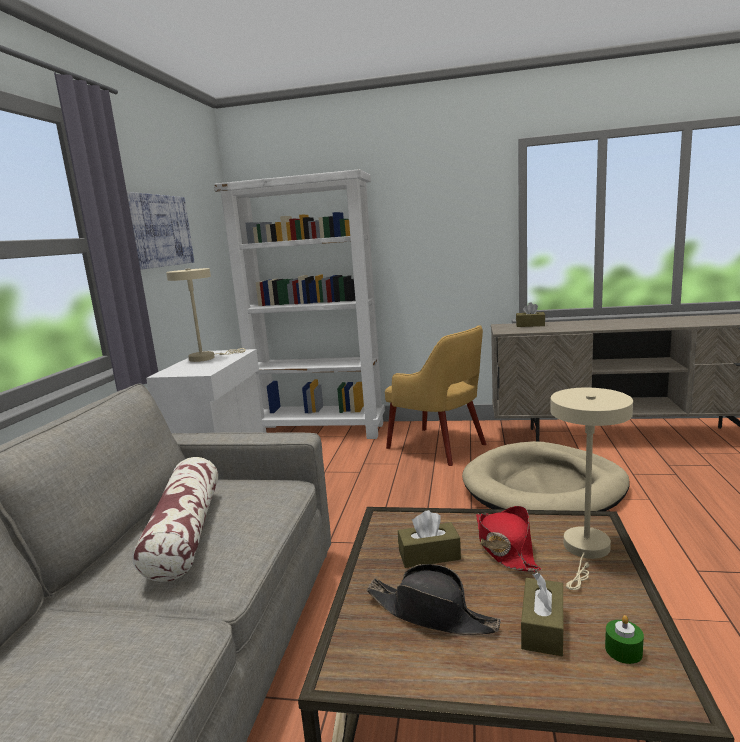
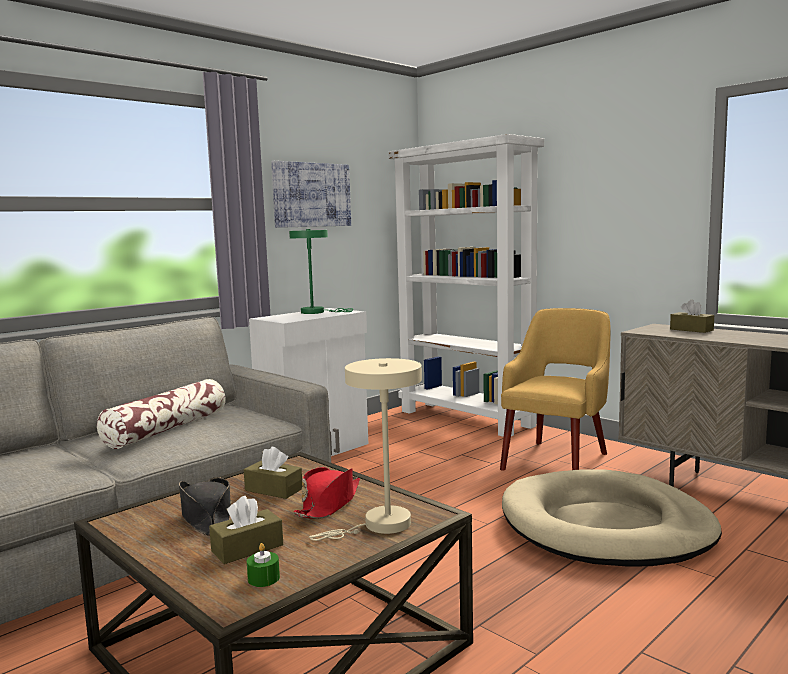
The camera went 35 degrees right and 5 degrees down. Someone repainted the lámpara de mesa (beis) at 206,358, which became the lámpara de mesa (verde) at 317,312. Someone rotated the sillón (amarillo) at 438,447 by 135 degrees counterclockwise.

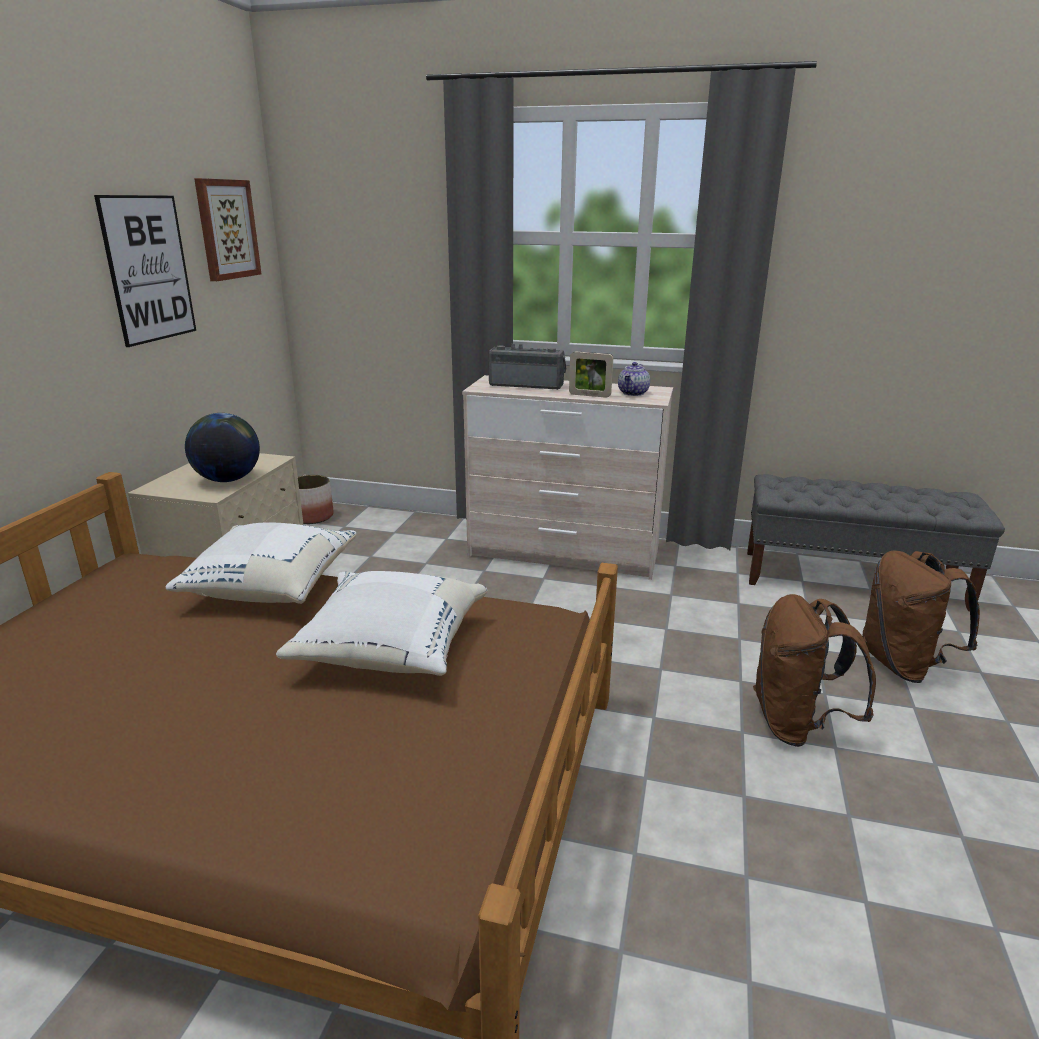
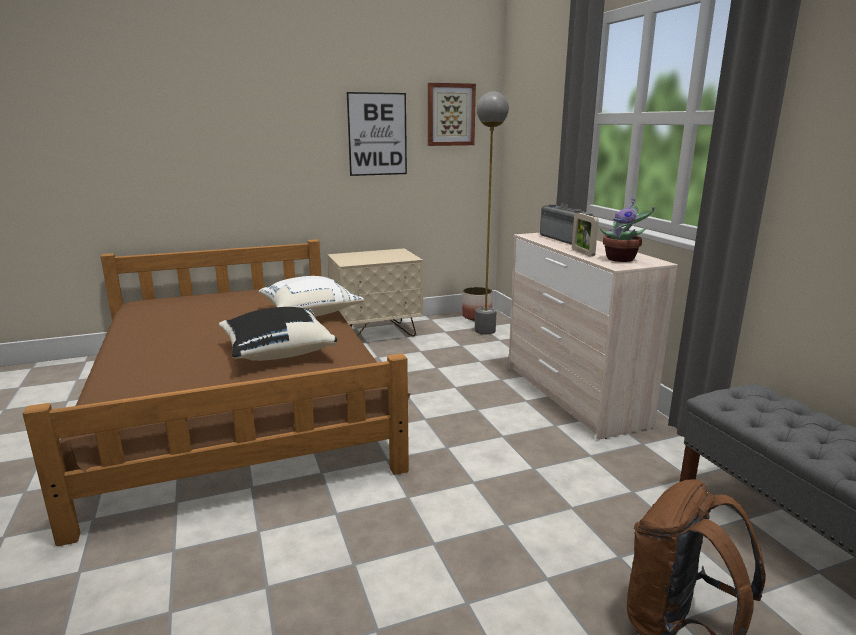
The camera went 55 degrees right and 5 degrees down. Someone took away the globo terráqueo at 228,479. Someone repainted the cojín (blanco) at 389,649, which became the cojín (negro) at 277,352. Someone swapped the tetera at 633,393 for the planta en maceta at 622,259. Someone took away the mochila (marrón) at 797,725. Someone put down the lámpara de pie (gris) at 485,331.

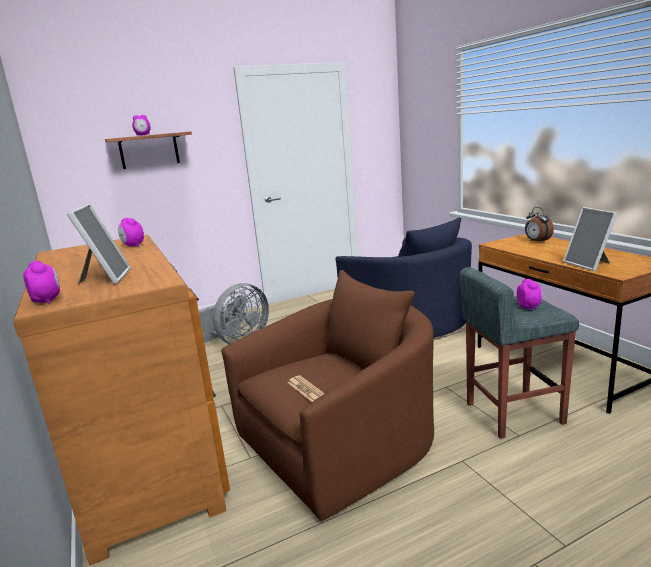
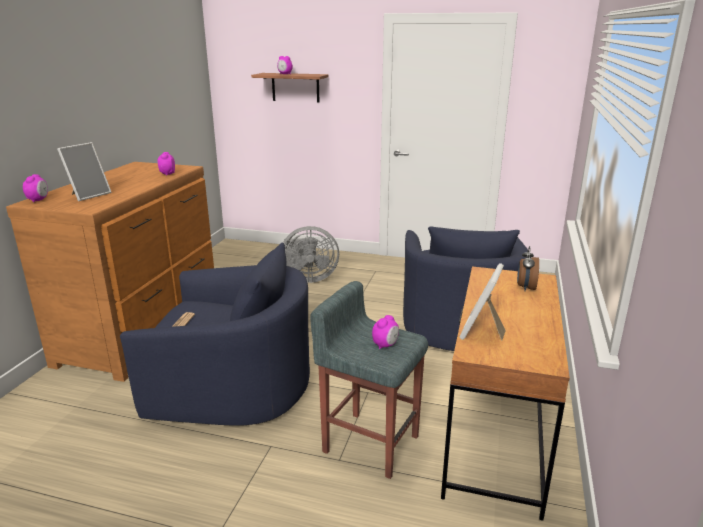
The camera went 40 degrees right and 5 degrees up. Someone repainted the sillón (marrón) at 342,444, which became the sillón (azul) at 232,385.

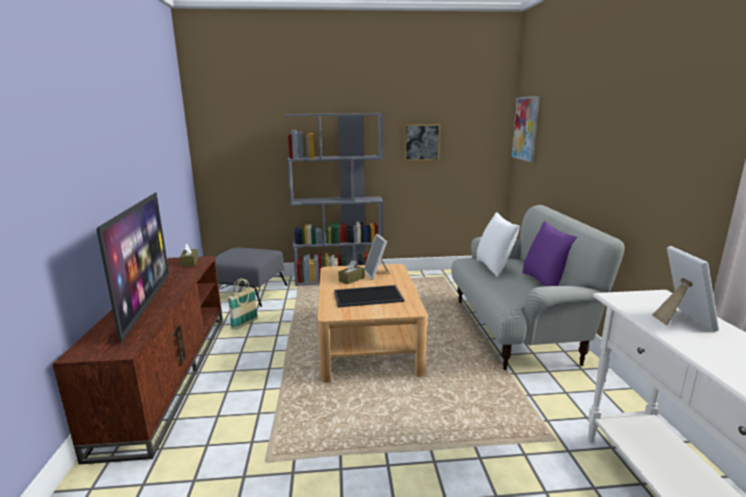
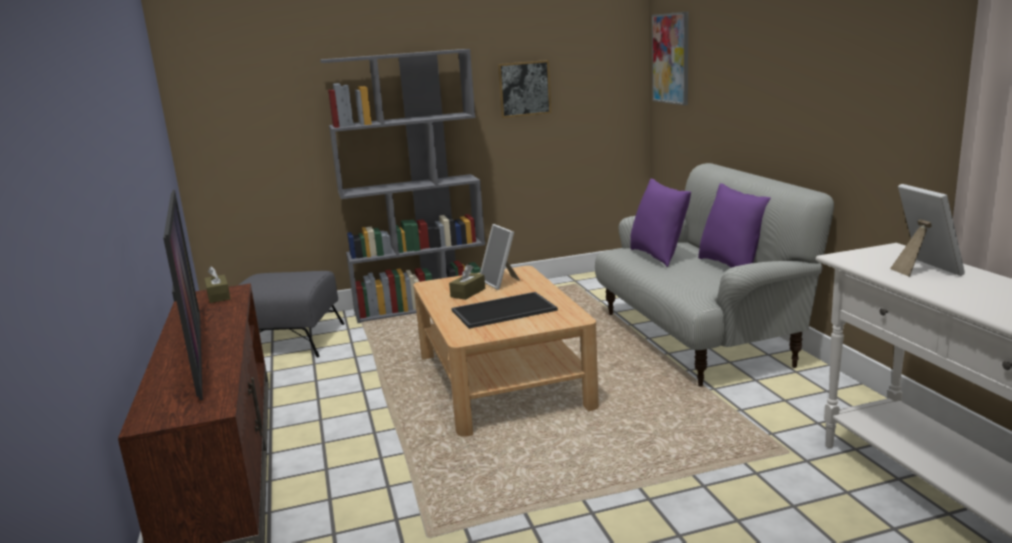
The camera went 10 degrees left and 0 degrees up. Someone took away the cesta at 245,324. Someone repainted the cojín (blanco) at 494,268, which became the cojín (morado) at 658,256.

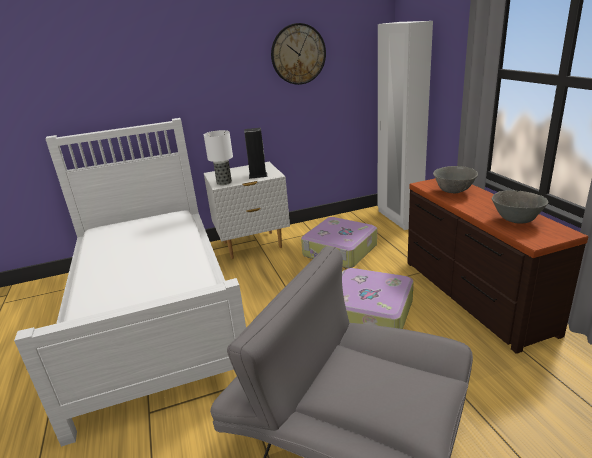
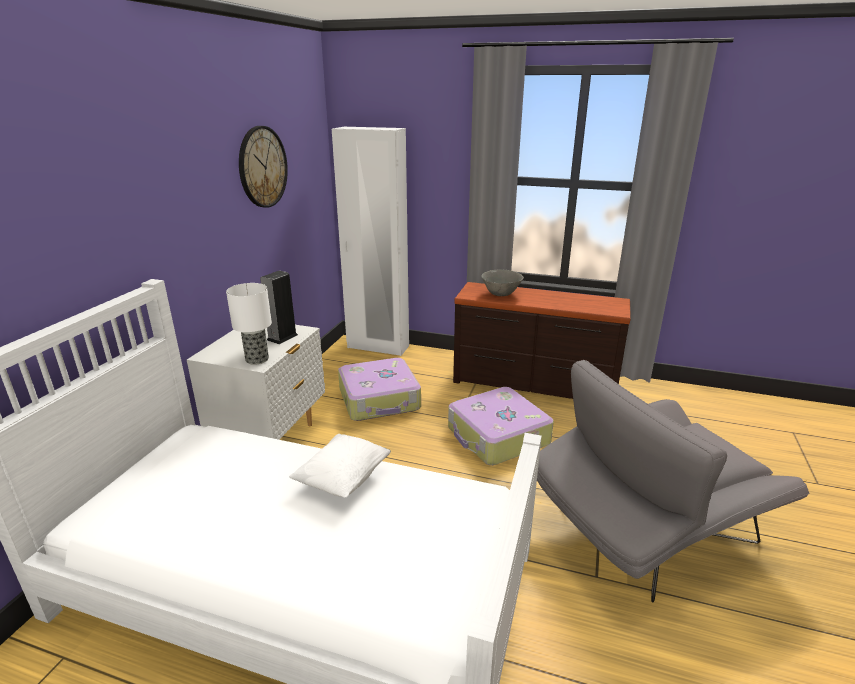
The camera went 55 degrees left and 0 degrees up. Someone took away the cuenco (gris) at 516,220. Someone put down the cojín (blanco) at 343,479.

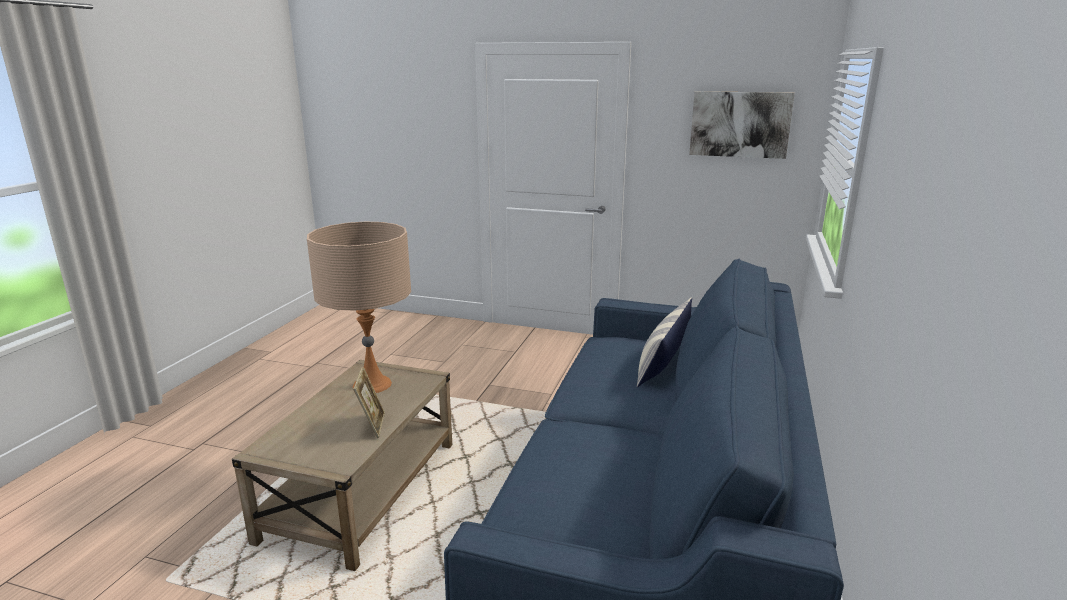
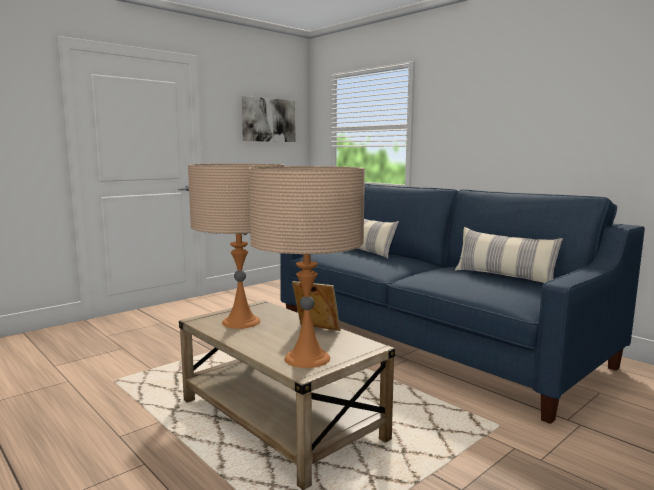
The camera went 60 degrees left and 10 degrees down. Someone put down the lámpara de mesa (beis) at 307,358. Someone put down the cojín at 504,276.

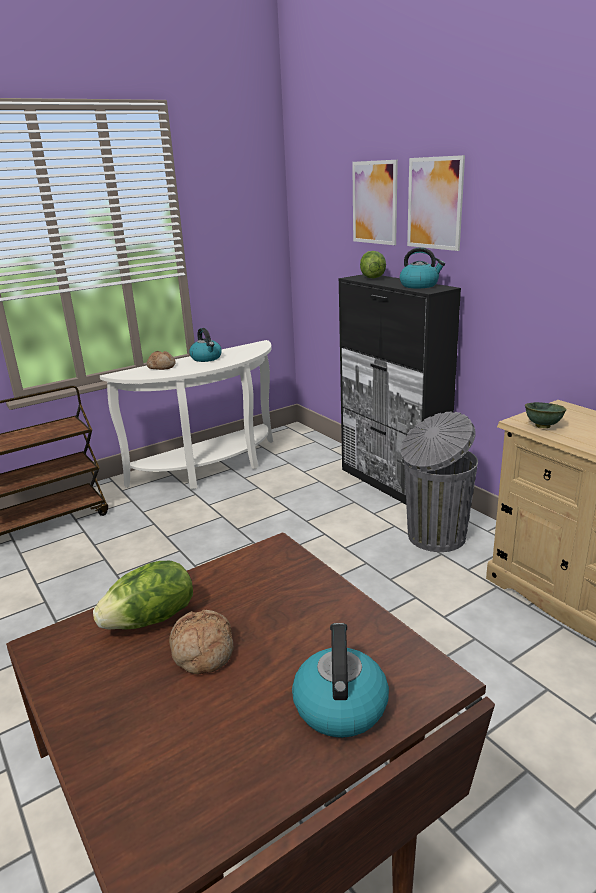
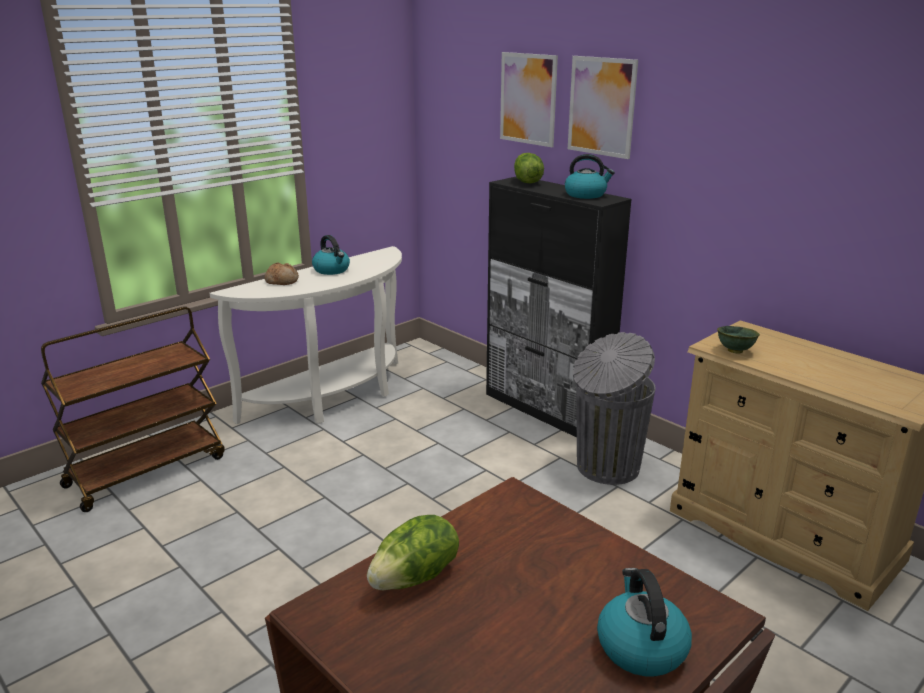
The camera went 10 degrees left and 0 degrees up. Someone took away the pan at 201,651.

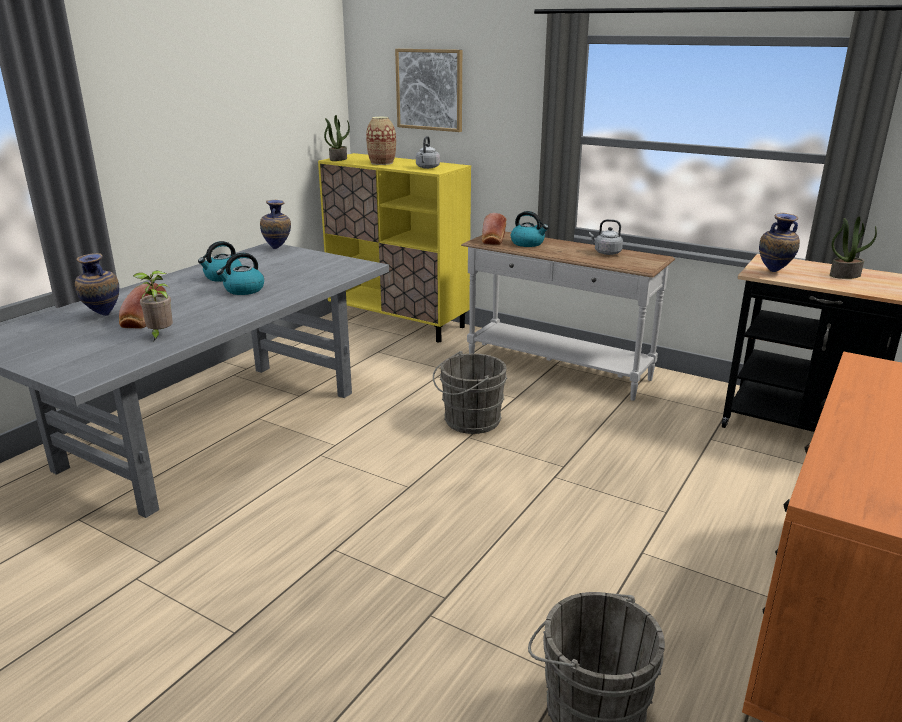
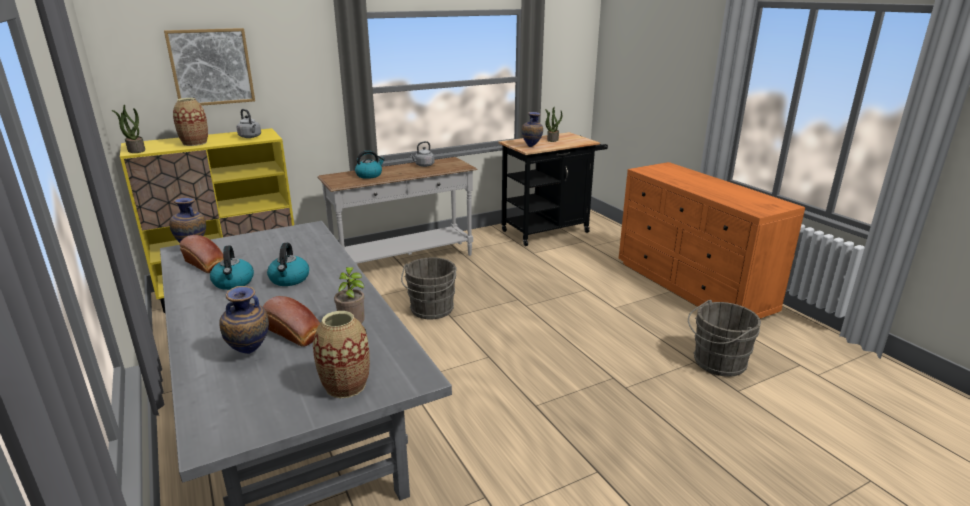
The camera went 60 degrees left and 0 degrees up. Someone carried the pan from 493,240 to 207,265. Someone put down the florero at 346,385.

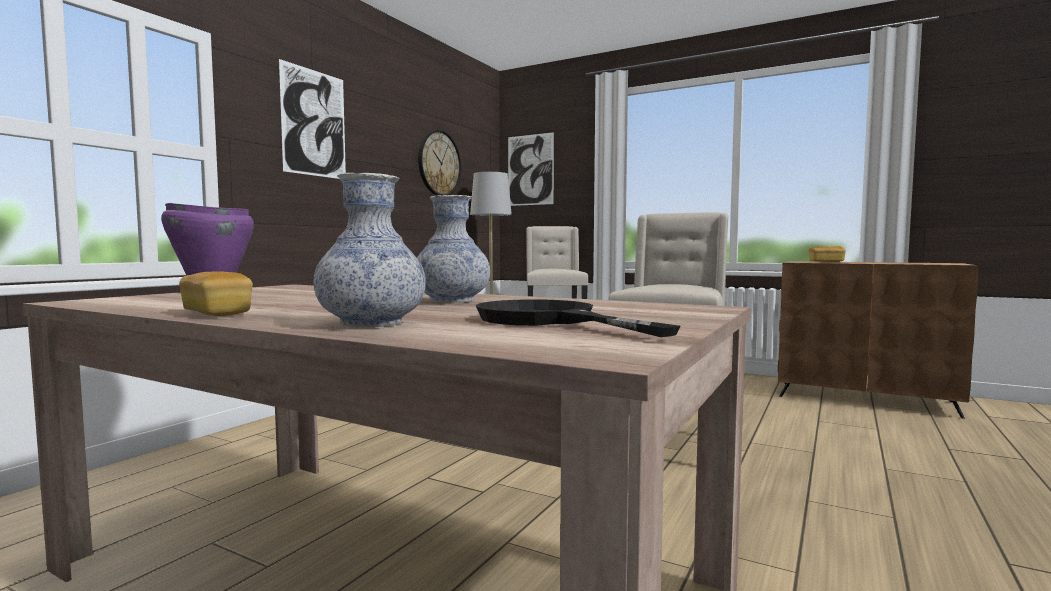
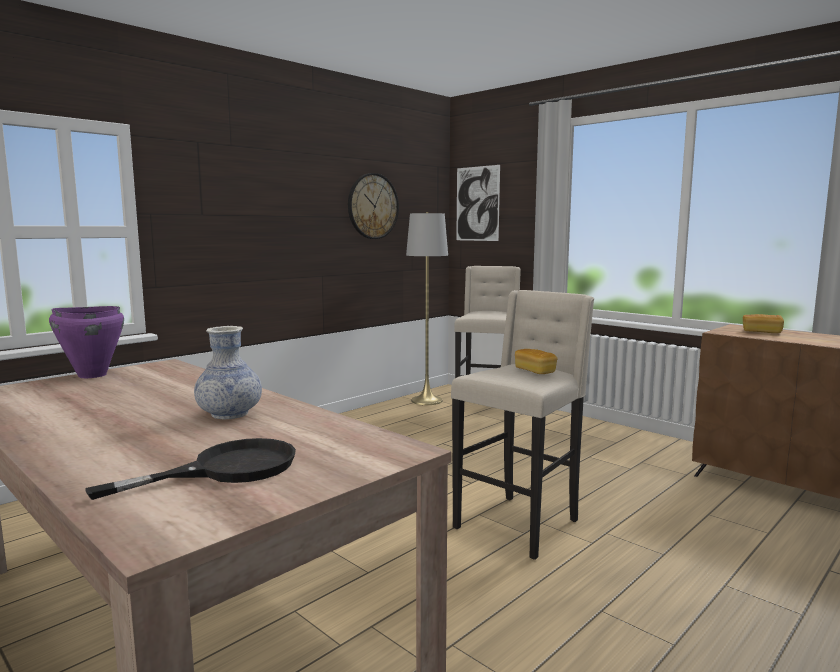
The camera went 15 degrees right and 5 degrees up. Someone carried the pan from 216,313 to 535,371. Someone took away the cuadro at 314,123. Someone took away the florero at 371,323. Someone rotated the sartén (negro) at 548,320 by 75 degrees clockwise.

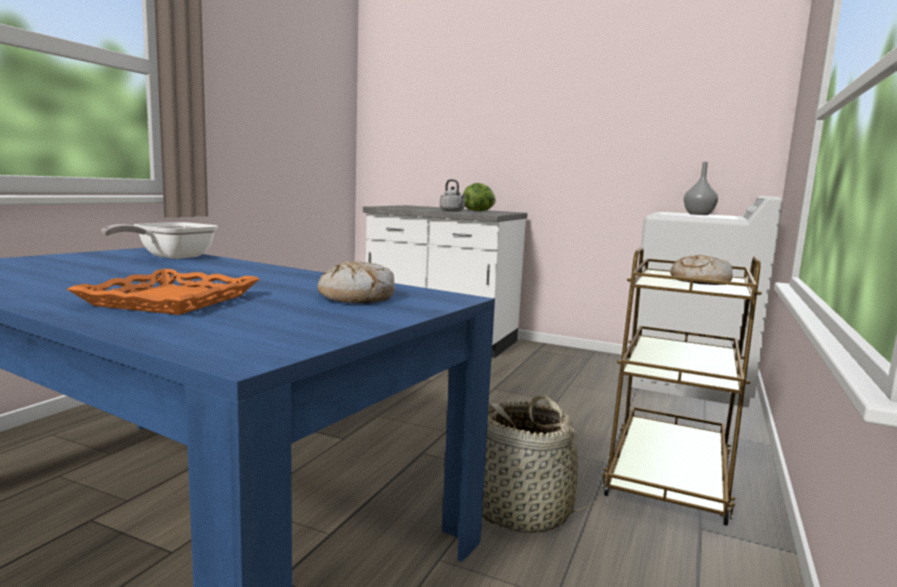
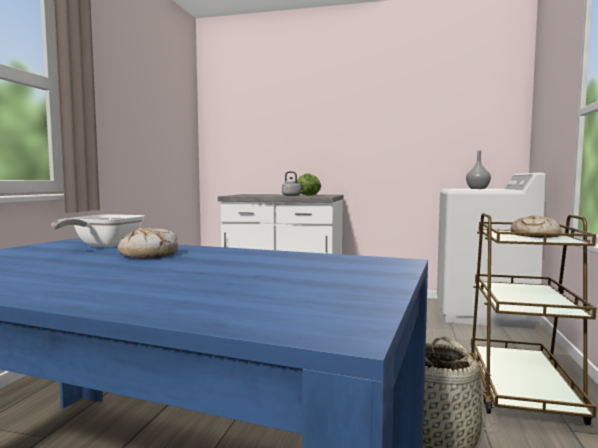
The camera went 10 degrees left and 5 degrees down. Someone took away the bandeja (naranja) at 171,300. Someone carried the pan from 357,297 to 149,254.

